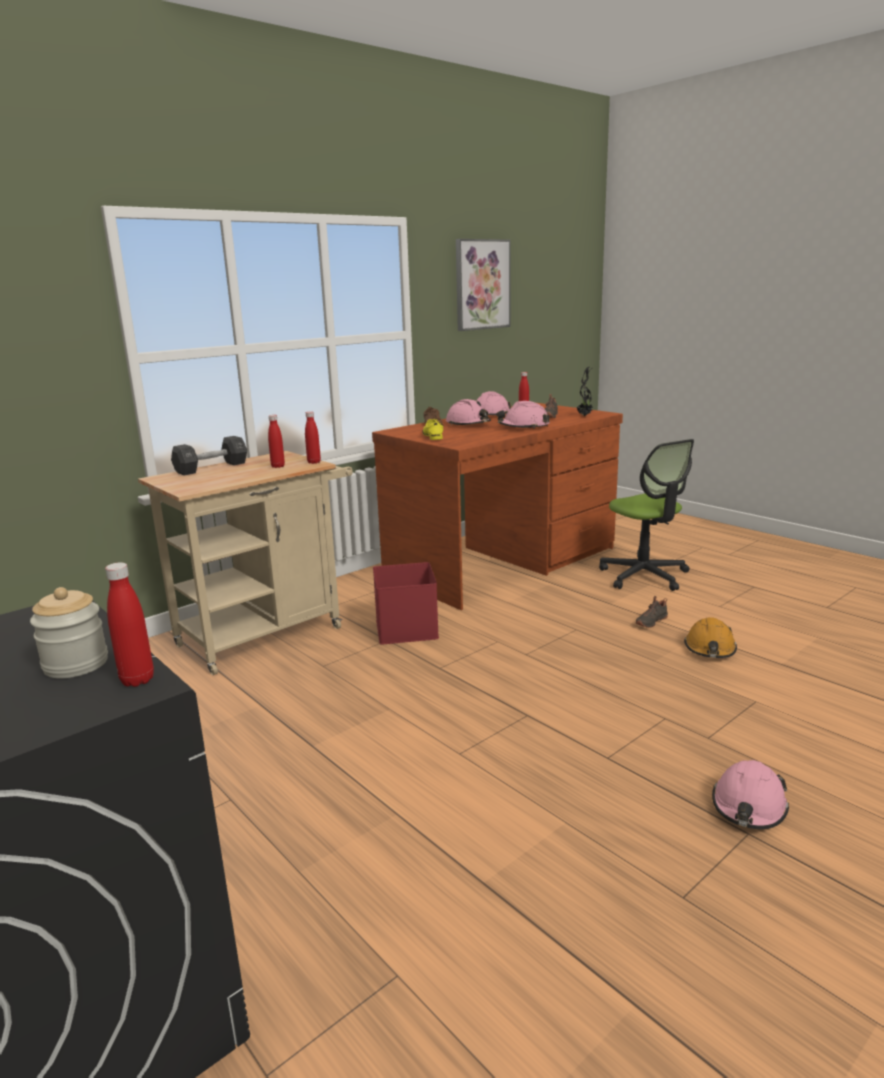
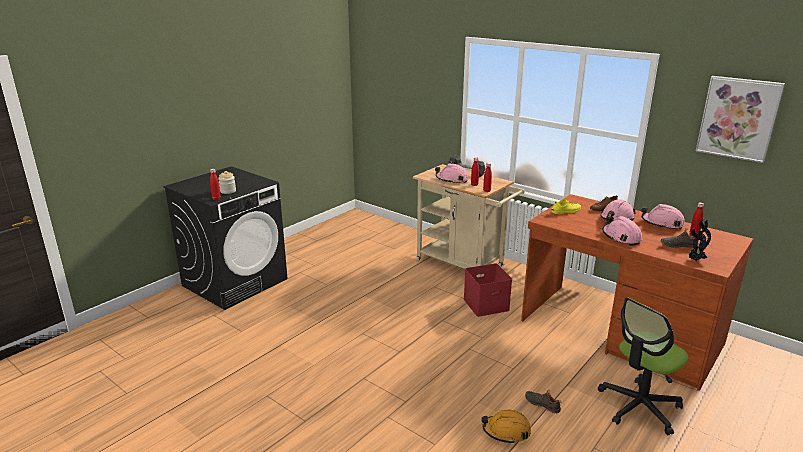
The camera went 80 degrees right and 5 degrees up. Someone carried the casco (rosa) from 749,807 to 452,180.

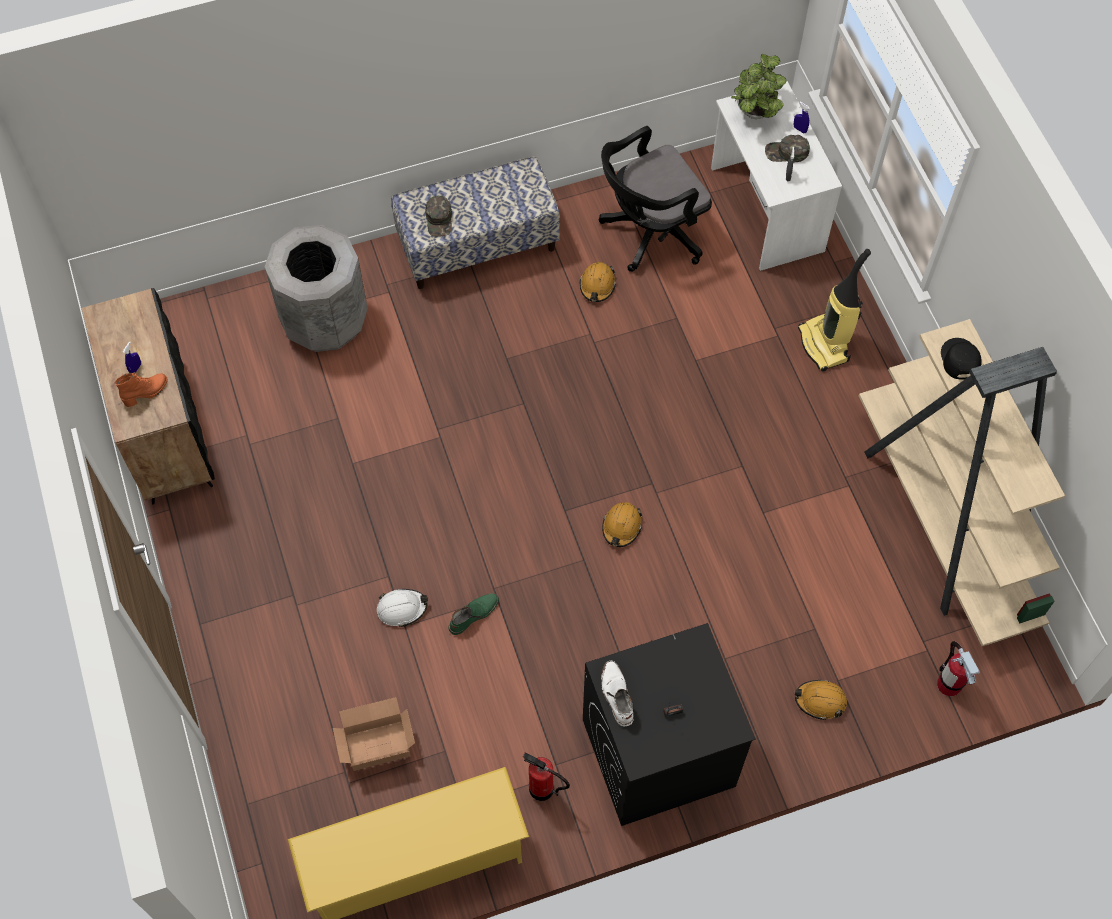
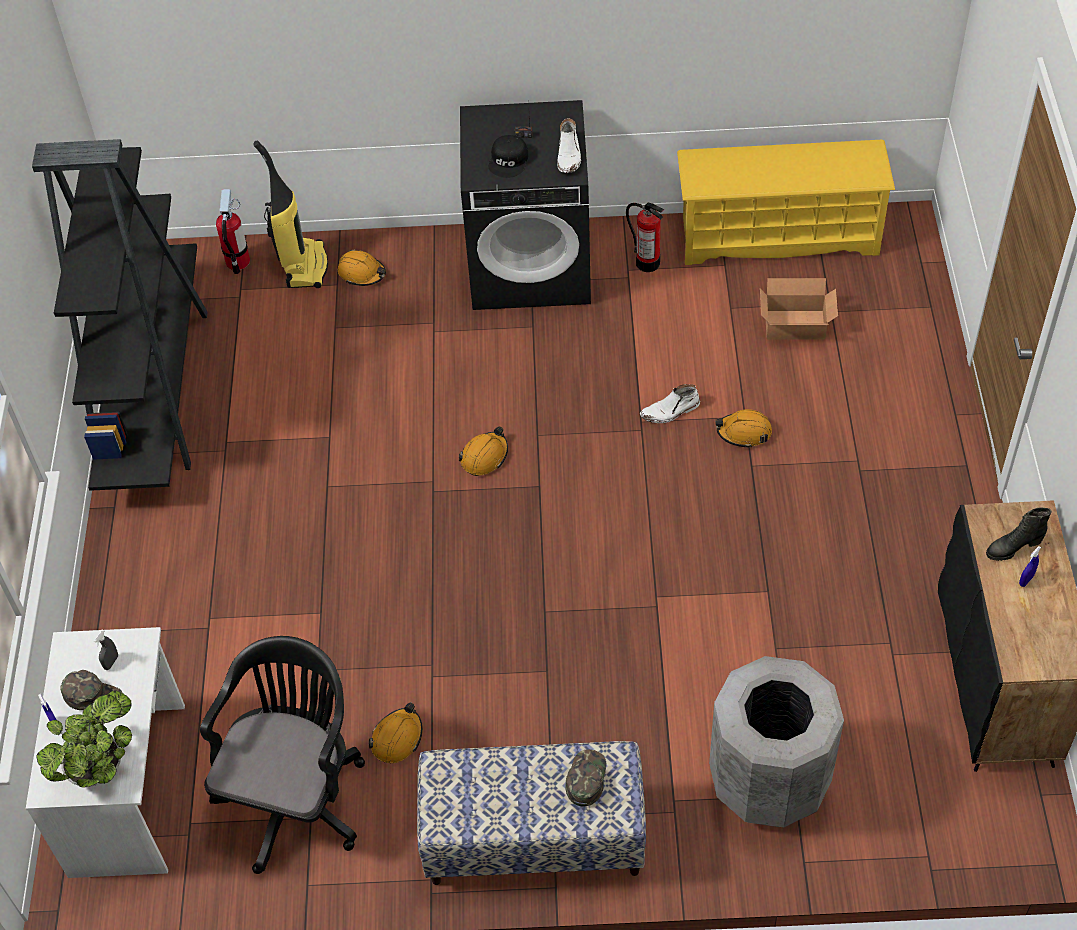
The camera went 160 degrees left and 10 degrees down. Someone repainted the bota (naranja) at 146,393, which became the bota (negro) at 1013,548. Someone repainted the casco (blanco) at 402,609, which became the casco (naranja) at 744,432. Someone repainted the bota (verde) at 473,614, which became the bota (blanco) at 670,411. Someone rotated the silla de oficina (negro) at 650,233 by 60 degrees counterclockwise. Someone carried the aspiradora from 824,345 to 304,266. Someone repainted the estantería (beis) at 943,522, which became the estantería (negro) at 154,387. Someone carried the gorra (negro) from 959,359 to 509,161.

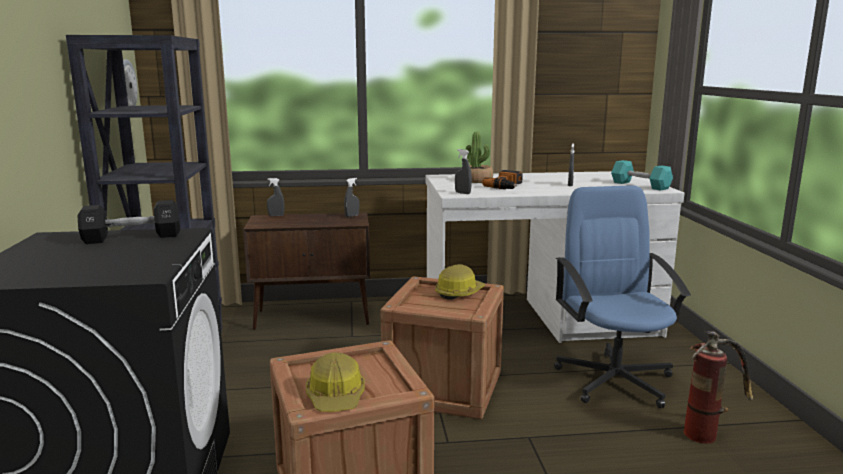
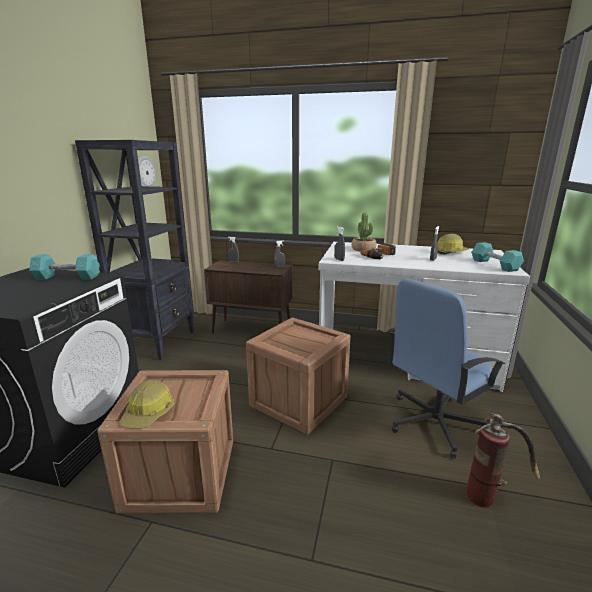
The camera went 20 degrees right and 5 degrees up. Someone repainted the mancuerna (negro) at 132,237, which became the mancuerna (turquesa) at 67,277. Someone carried the casco from 459,293 to 450,252. Someone rotated the silla de oficina (azul) at 614,379 by 135 degrees counterclockwise.

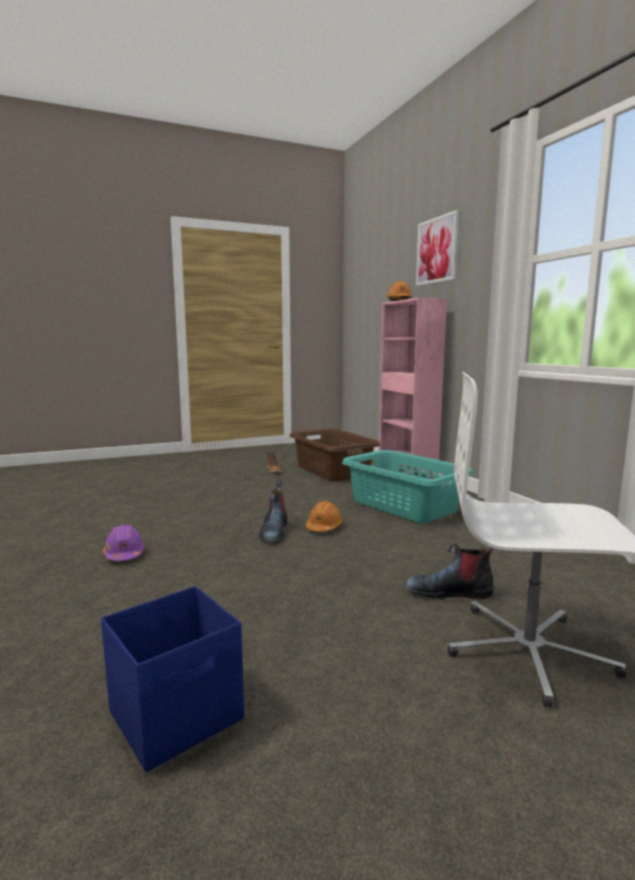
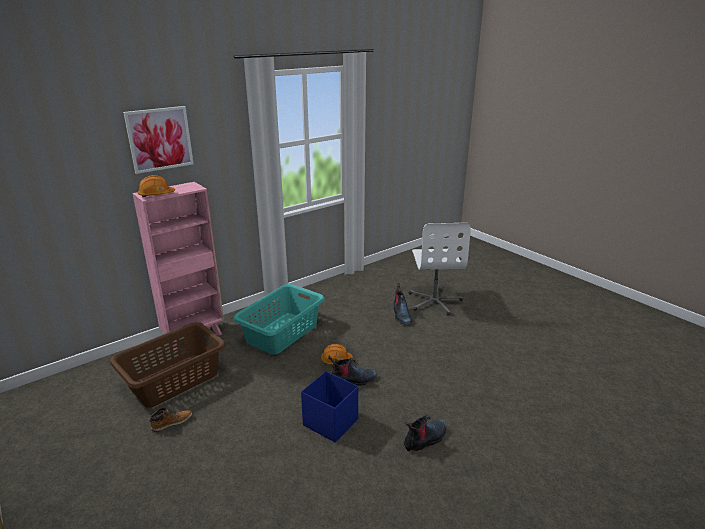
The camera went 105 degrees left and 15 degrees up. Someone carried the caja de almacenaje (azul) from 178,716 to 330,422. Someone swapped the casco (morado) at 124,554 for the bota at 425,439.

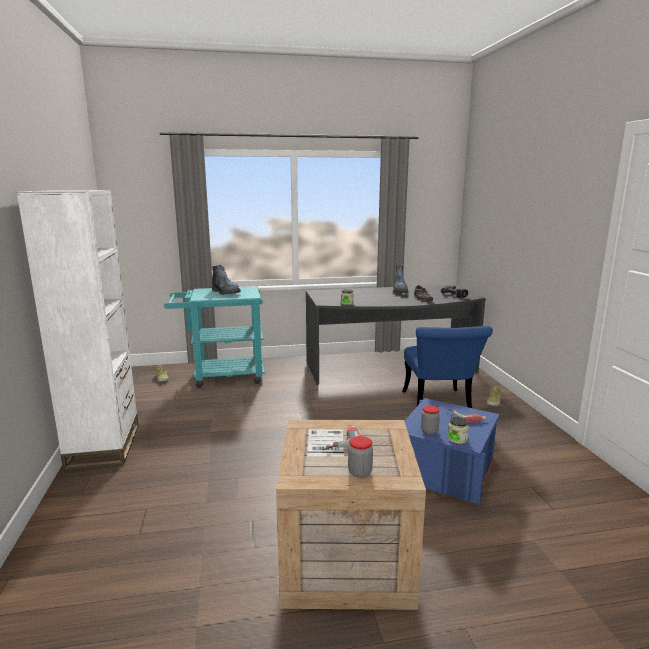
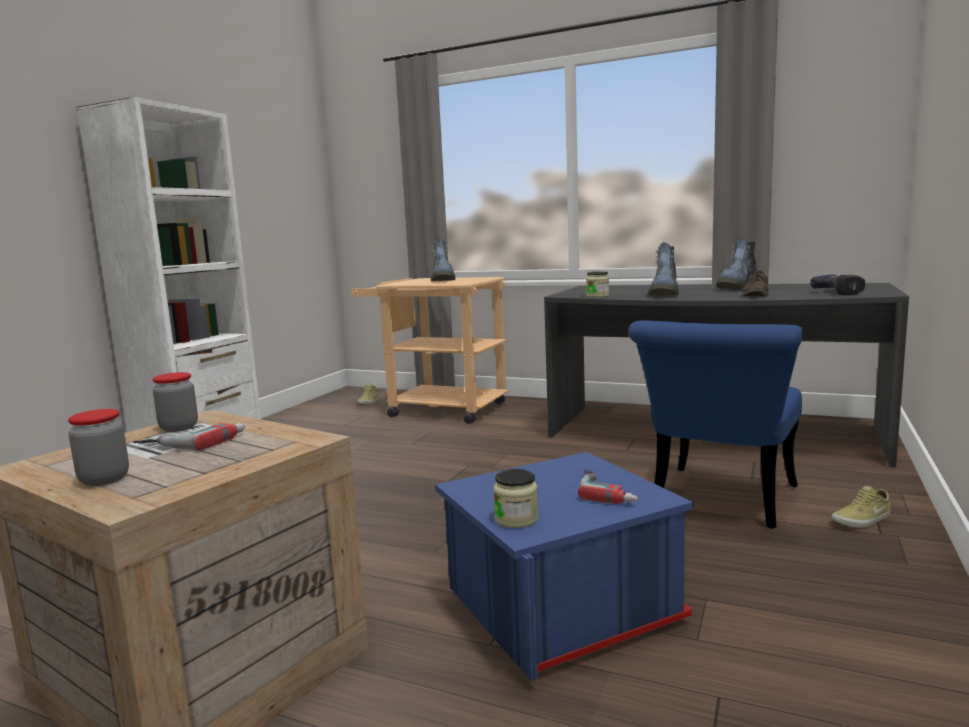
The camera went 35 degrees right and 5 degrees down. Someone repainted the carrito (turquesa) at 221,376, which became the carrito (beis) at 438,409. Someone carried the tarro from 429,431 to 179,428. Someone put down the bota at 665,294.

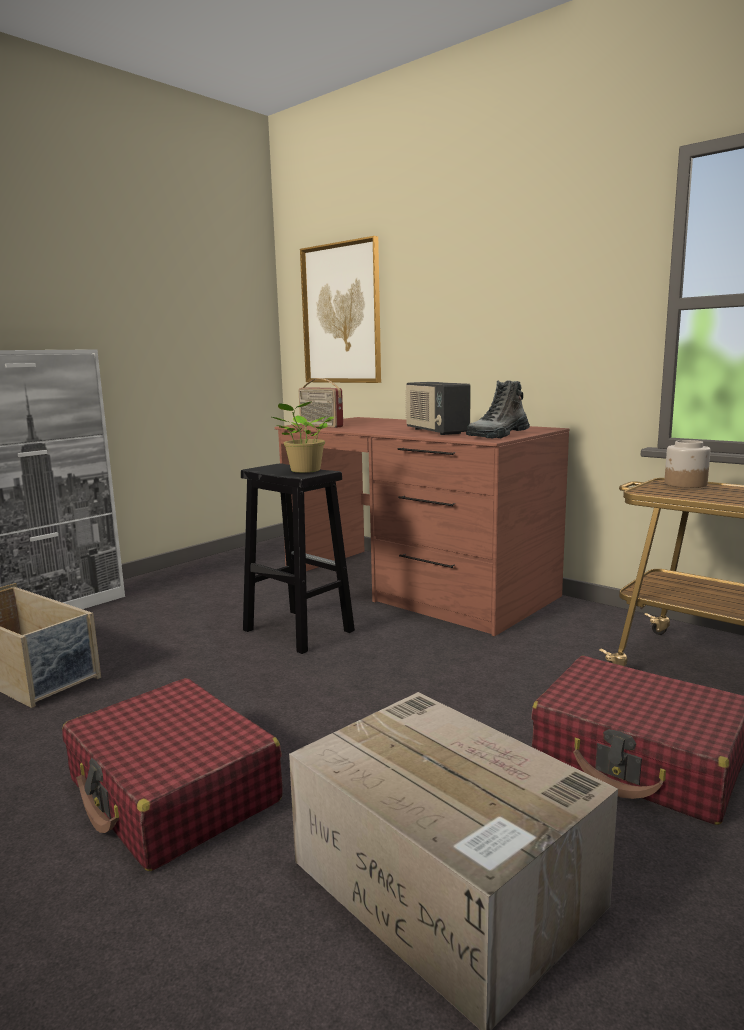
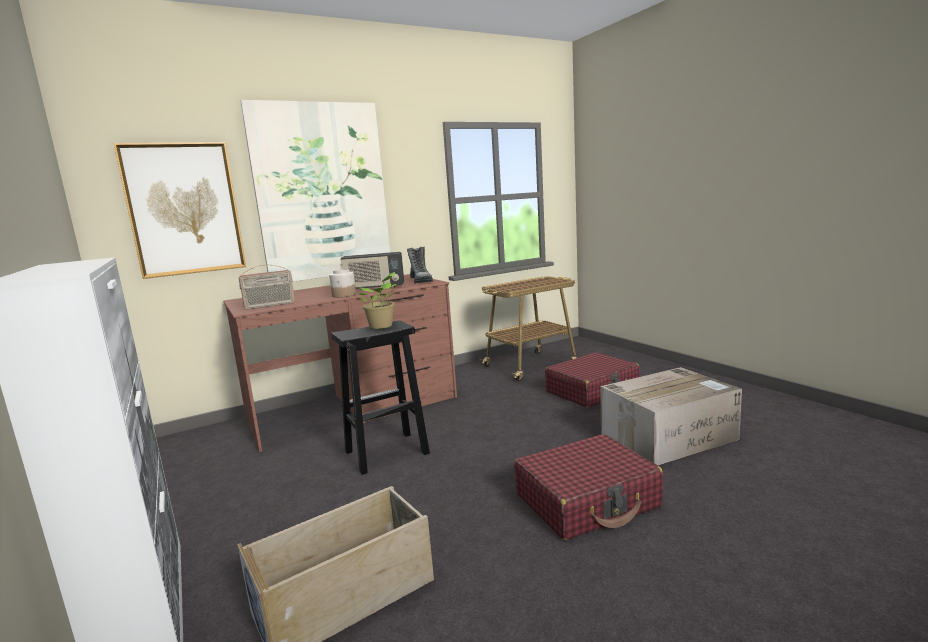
The camera went 70 degrees left and 0 degrees up. Someone carried the tarro from 685,484 to 344,295. Someone put up the cuadro at 322,192.

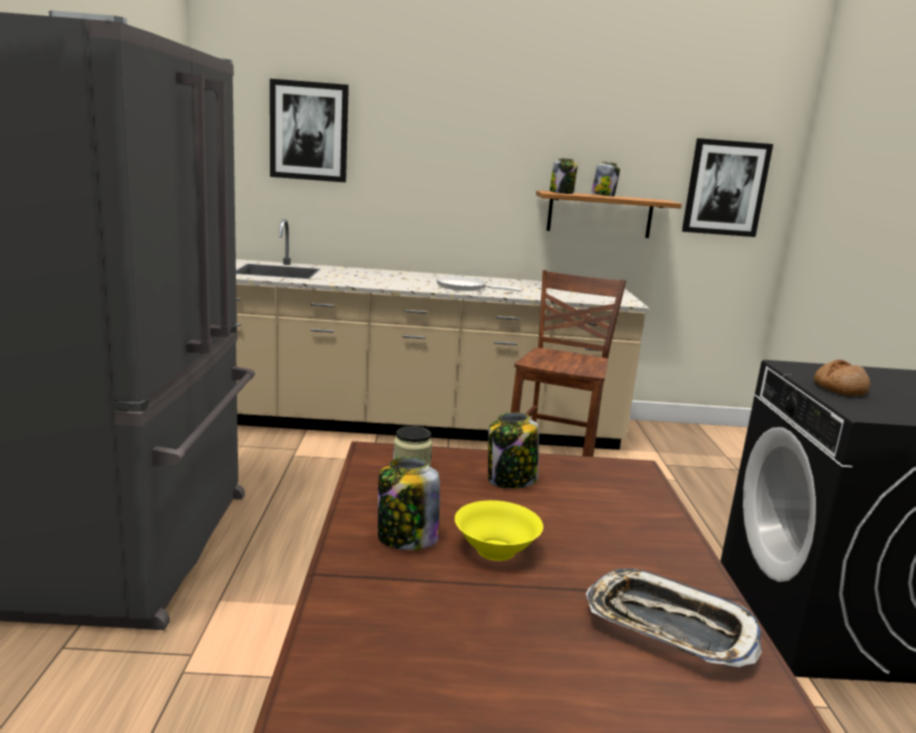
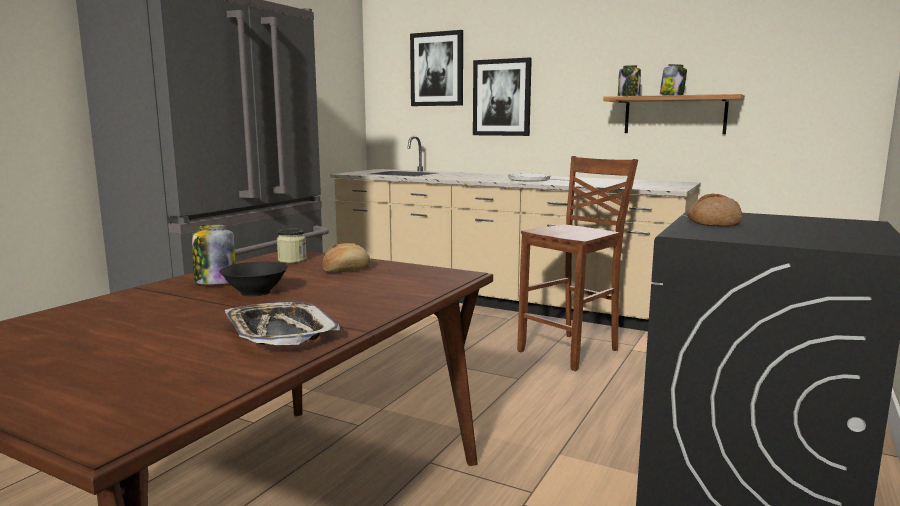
The camera went 30 degrees right and 5 degrees down. Someone repainted the cuenco (amarillo) at 497,550, which became the cuenco (negro) at 256,292. Someone swapped the tarro at 511,480 for the pan at 346,270. Someone carried the cuadro from 725,188 to 502,97.

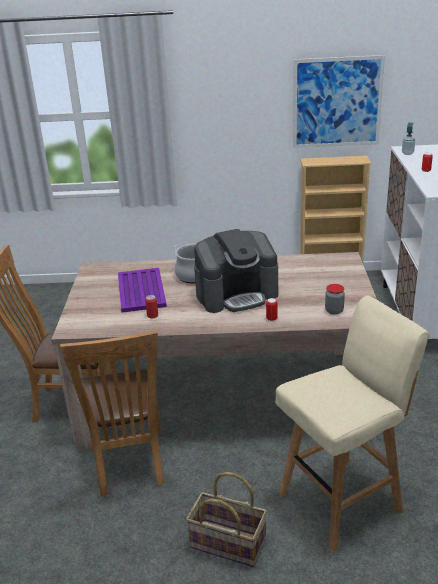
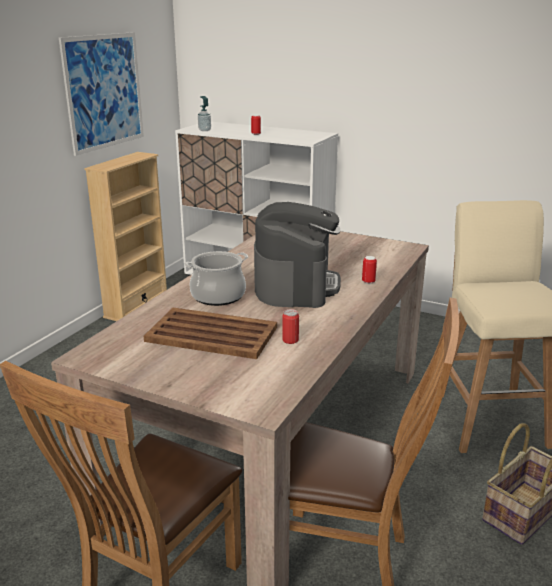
The camera went 65 degrees left and 5 degrees down. Someone repainted the bandeja (morado) at 141,290, which became the bandeja (marrón) at 211,334. Someone took away the tarro at 334,311.

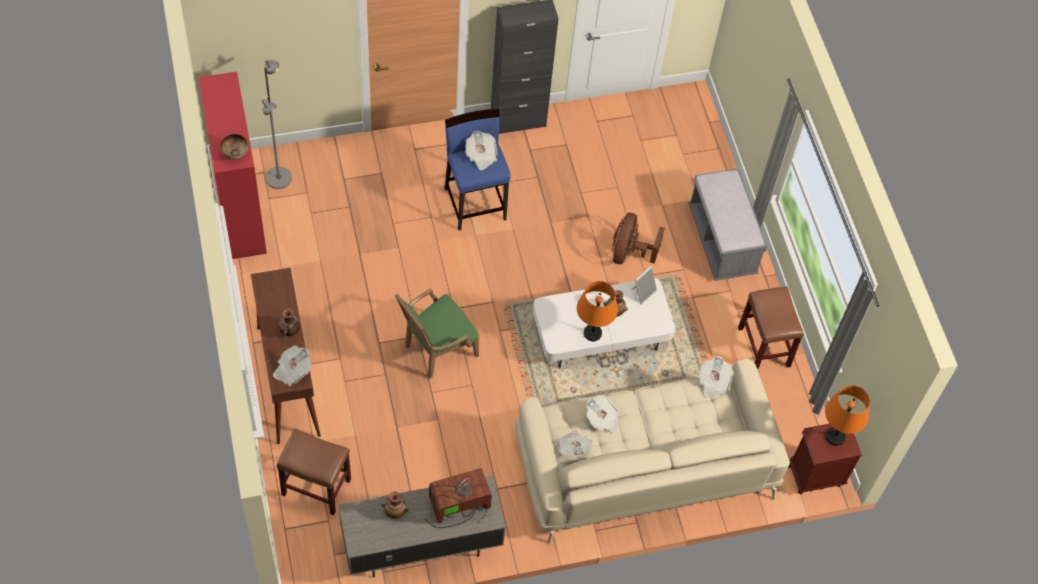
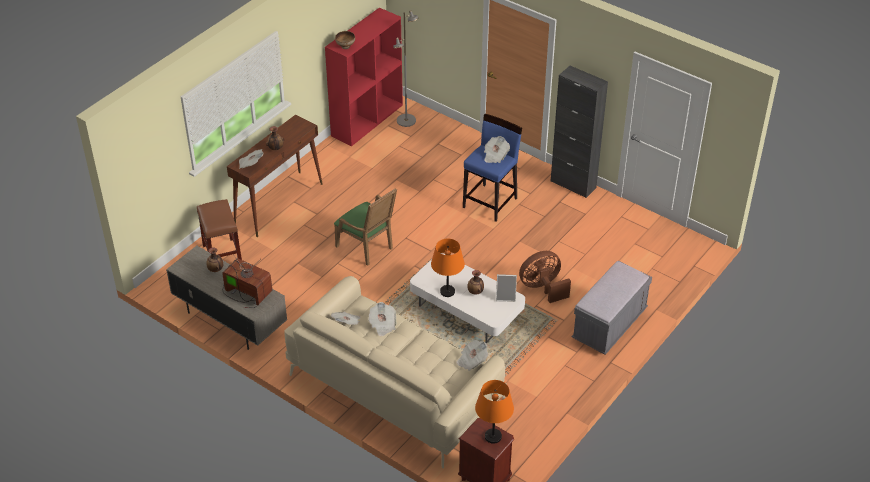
The camera went 55 degrees right and 15 degrees down. Someone rotated the sillón (verde) at 436,351 by 150 degrees counterclockwise. Someone took away the taburete (marrón) at 764,347.

